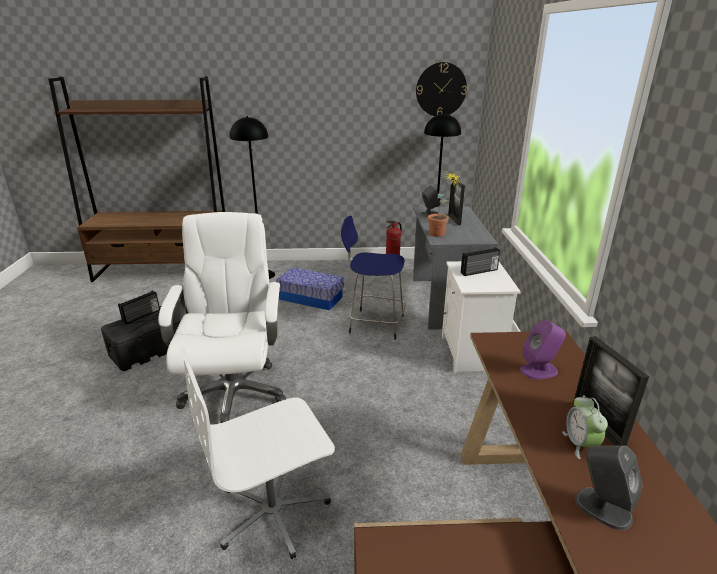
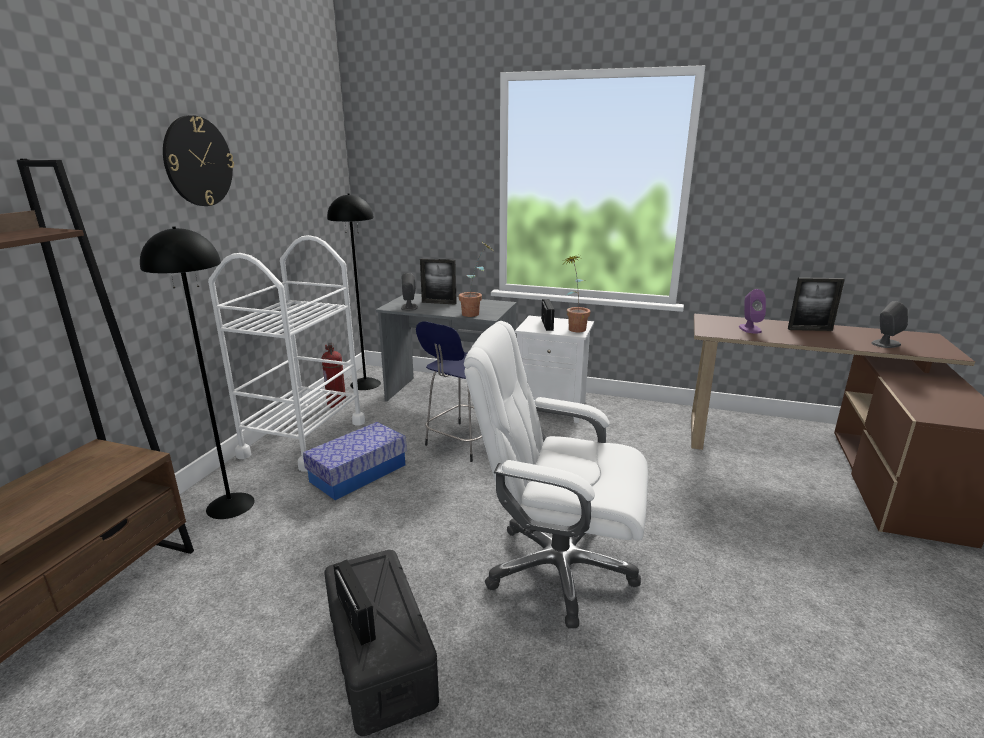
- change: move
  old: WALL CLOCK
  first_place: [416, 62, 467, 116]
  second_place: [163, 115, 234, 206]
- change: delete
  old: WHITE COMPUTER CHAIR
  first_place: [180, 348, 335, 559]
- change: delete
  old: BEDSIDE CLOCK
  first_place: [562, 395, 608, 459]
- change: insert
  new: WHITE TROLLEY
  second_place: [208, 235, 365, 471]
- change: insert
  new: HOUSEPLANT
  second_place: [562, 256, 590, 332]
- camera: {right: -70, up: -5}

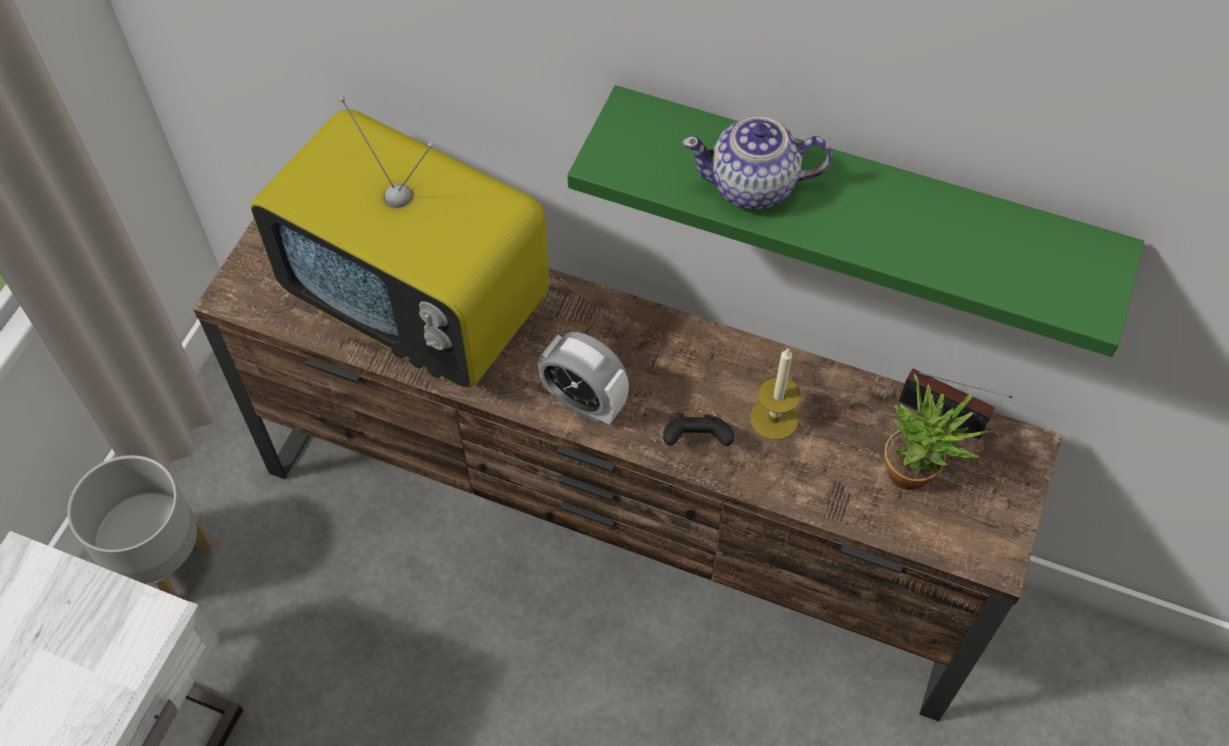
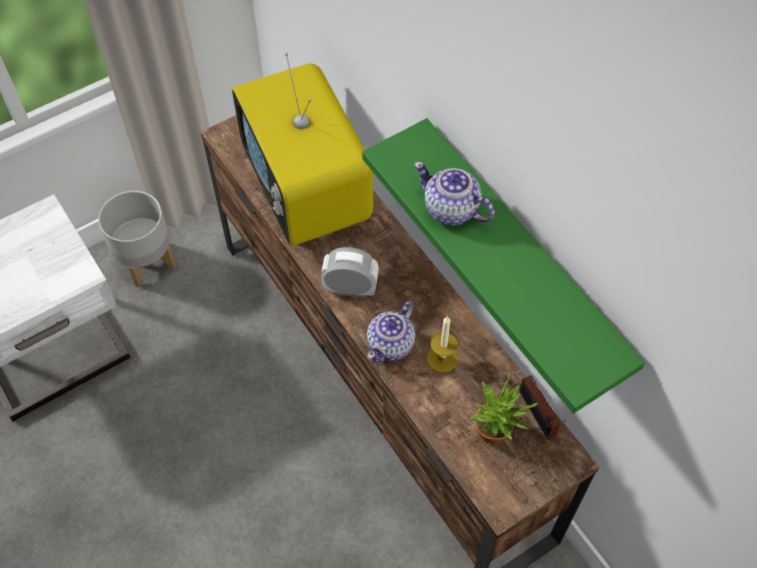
- change: rotate
  old: BEDSIDE CLOCK
  first_place: [538, 332, 629, 425]
  second_place: [321, 247, 379, 298]
  degrees: 120
- change: replace
  old: BLACK GAMEPAD
  new: TEAPOT
  first_place: [663, 413, 734, 446]
  second_place: [367, 301, 415, 362]
- camera: {right: 35, up: 0}

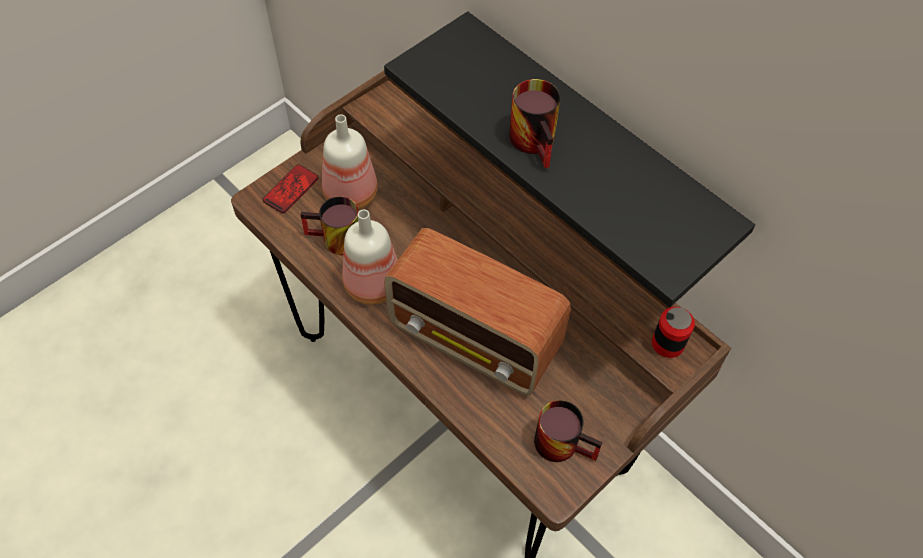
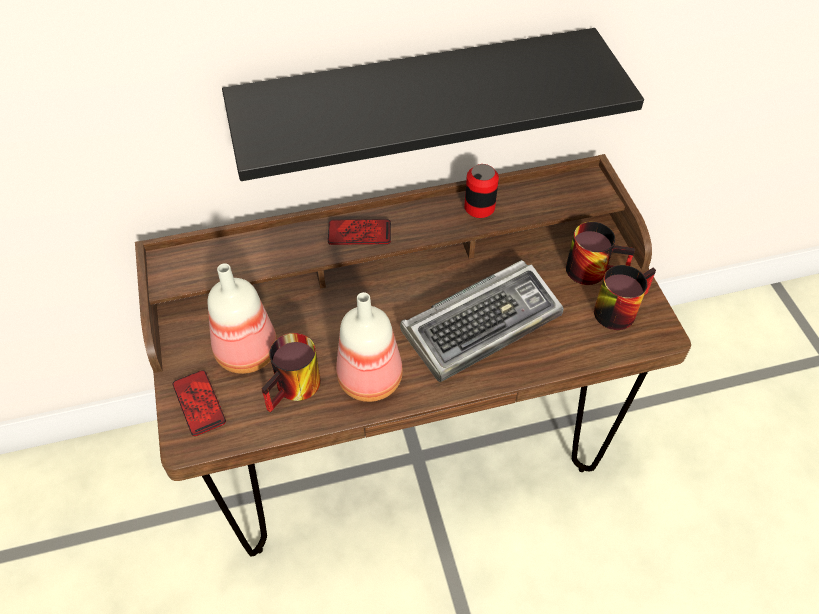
- change: move
  old: COFFEE MUG
  first_place: [509, 79, 561, 168]
  second_place: [566, 222, 635, 285]
- change: replace
  old: RADIO SET
  new: KEYBOARD
  first_place: [384, 228, 571, 395]
  second_place: [400, 260, 564, 382]
- change: move
  old: METAL CAN
  first_place: [652, 307, 695, 358]
  second_place: [464, 164, 499, 218]
- change: insert
  new: PHONE
  second_place: [328, 219, 391, 245]
- camera: {right: -60, up: -5}

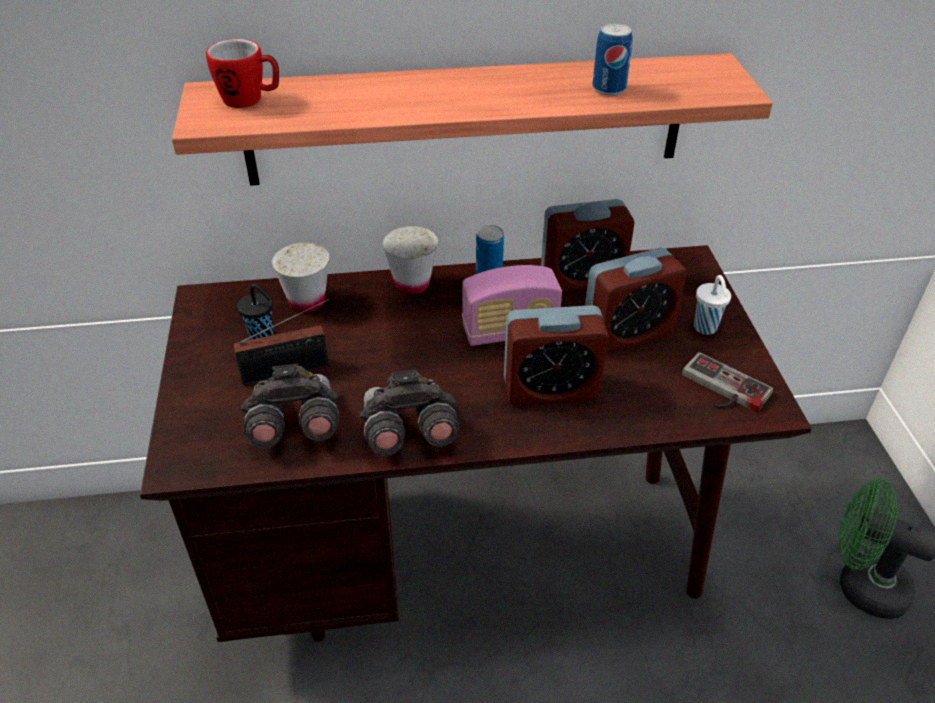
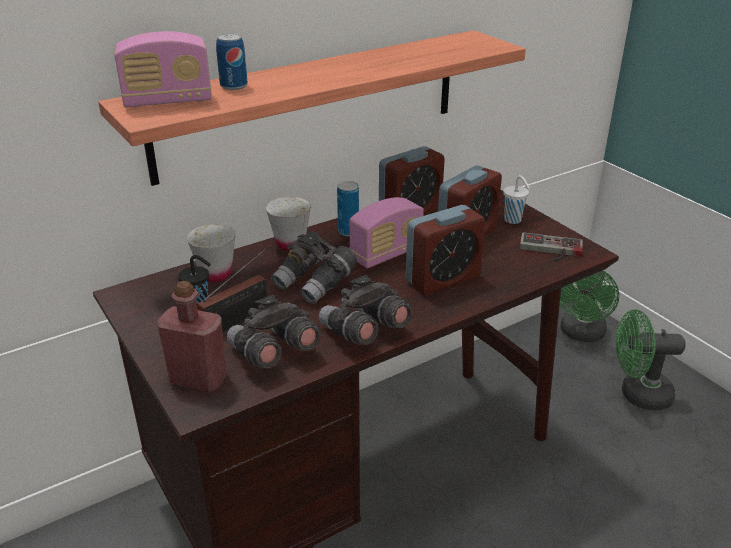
- change: move
  old: METAL CAN
  first_place: [592, 23, 633, 96]
  second_place: [216, 33, 248, 90]
- change: replace
  old: COFFEE MUG
  new: RADIO SET
  first_place: [206, 39, 279, 108]
  second_place: [115, 31, 212, 107]
- change: insert
  new: GREYISH PAIR OF BINOCULARS
  second_place: [271, 231, 357, 304]
- change: insert
  new: GREEN-COLOURED FAN
  second_place: [560, 270, 619, 342]
- change: insert
  new: REDDISH BEVERAGE BOTTLE
  second_place: [157, 281, 227, 392]
- camera: {right: -25, up: -10}

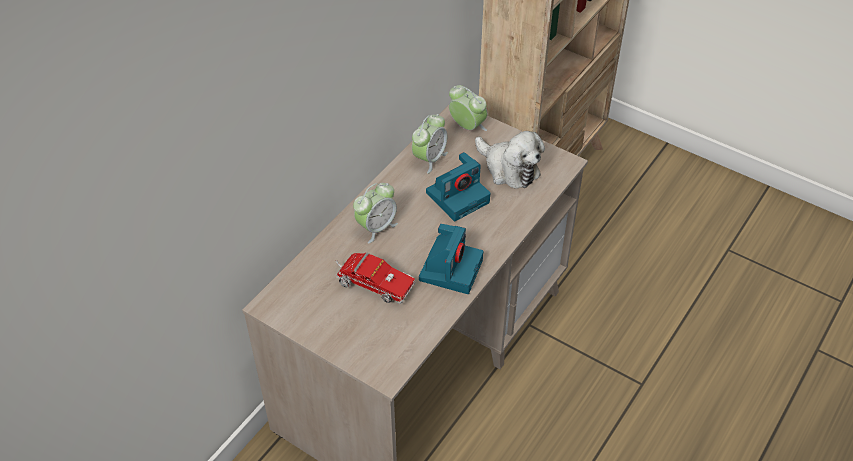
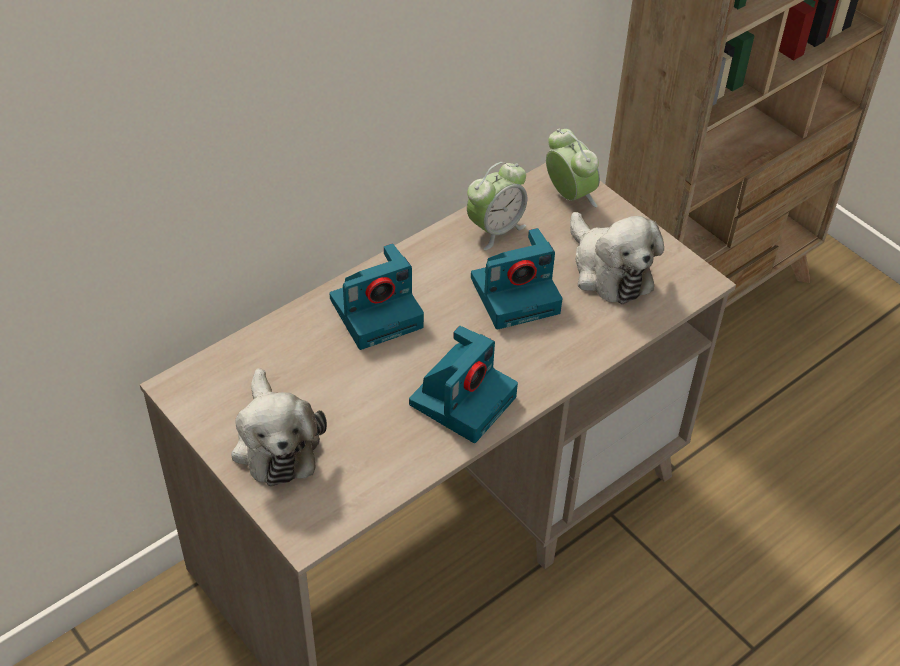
- change: replace
  old: BEDSIDE CLOCK
  new: PHOTO CAMERA
  first_place: [353, 183, 398, 243]
  second_place: [330, 244, 424, 350]
- change: delete
  old: MODEL TRUCK
  first_place: [335, 252, 415, 304]
- change: insert
  new: PLUSH TOY
  second_place: [231, 368, 327, 486]
- camera: {right: 15, up: 0}

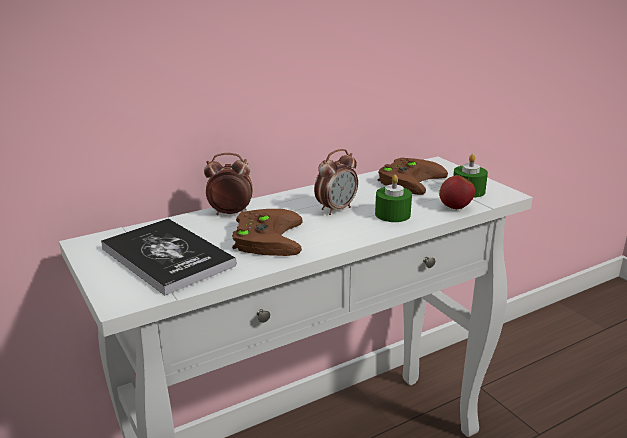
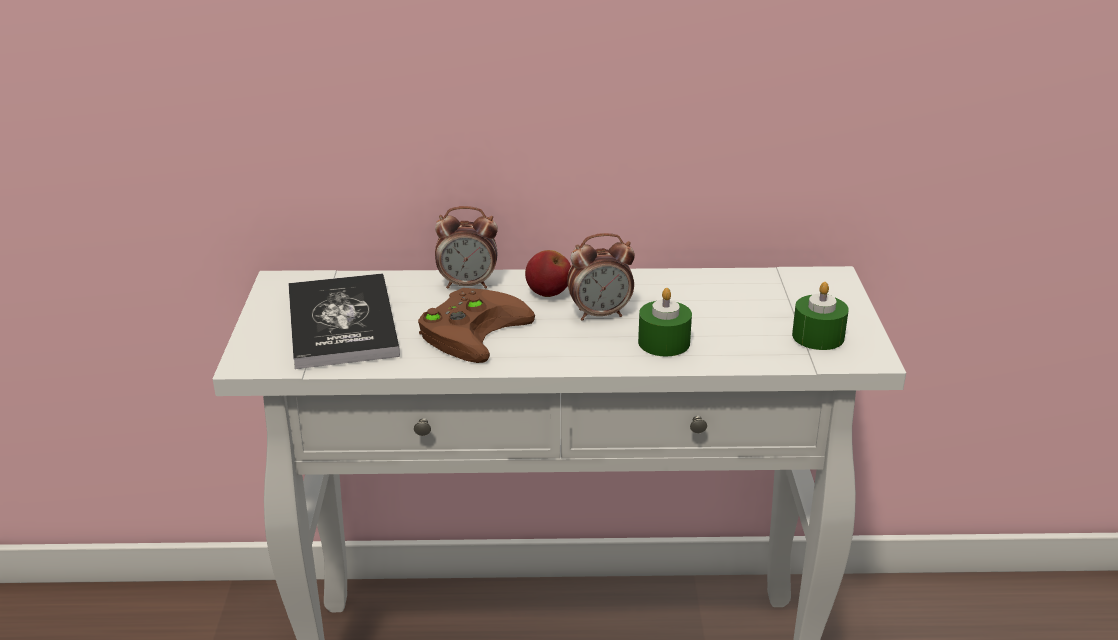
- change: rotate
  old: BEDSIDE CLOCK
  first_place: [204, 153, 253, 215]
  second_place: [435, 206, 498, 289]
  degrees: 150
- change: delete
  old: BROWNISH GAMEPAD
  first_place: [378, 158, 448, 195]
- change: move
  old: APPLE FRUIT
  first_place: [439, 175, 475, 209]
  second_place: [525, 250, 571, 297]
- camera: {right: 30, up: 5}

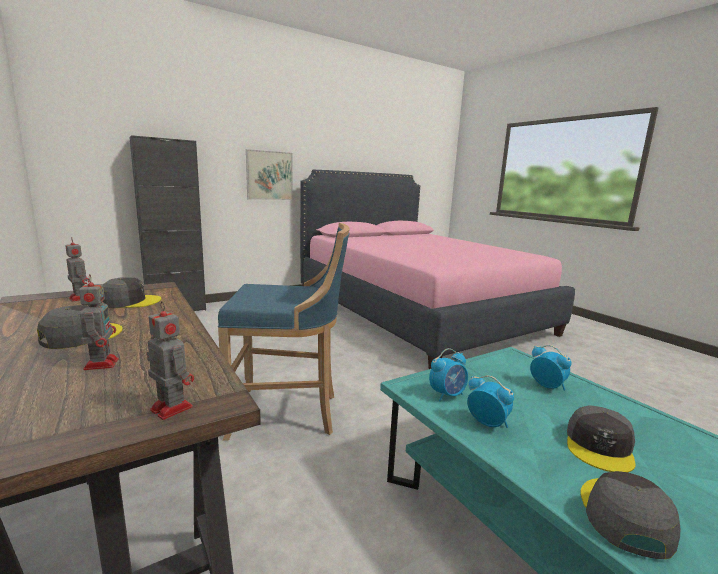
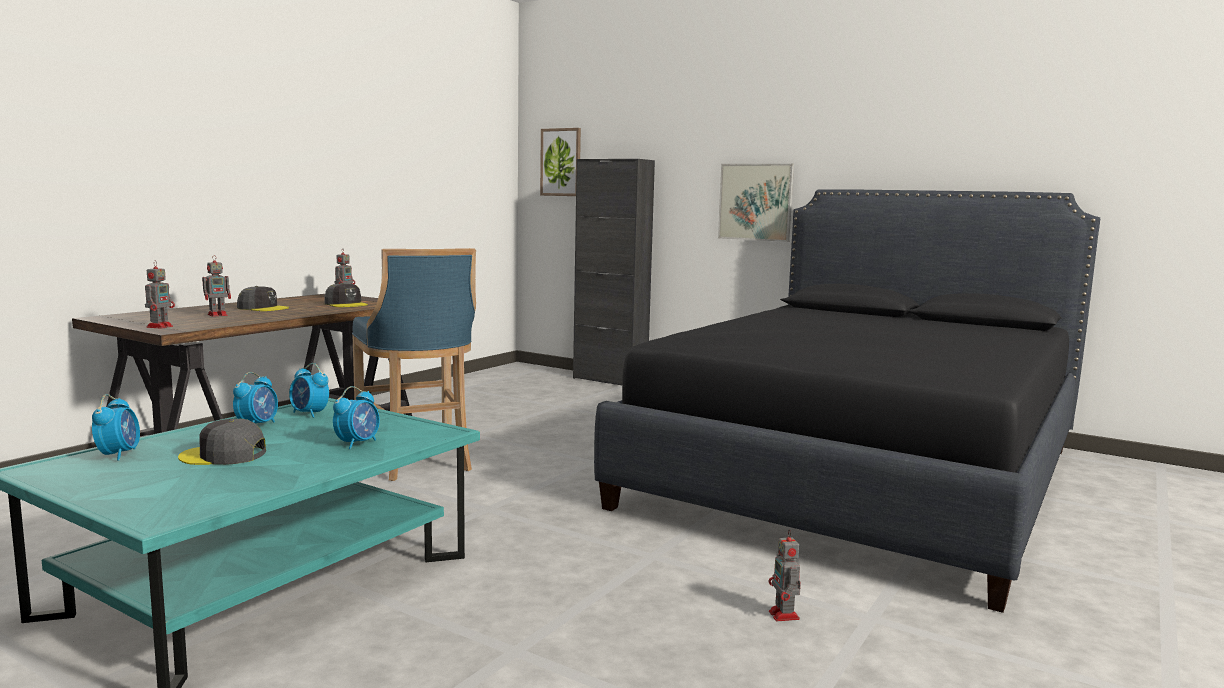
- change: recolor
  old: PINK-COLOURED SLEEPING BED
  new: BLACK SLEEPING BED
  first_place: [300, 170, 575, 369]
  second_place: [594, 190, 1100, 613]
- change: replace
  old: GREYISH CAP
  new: BEDSIDE CLOCK
  first_place: [580, 471, 681, 559]
  second_place: [92, 394, 140, 461]
- change: insert
  new: WALL ART
  second_place: [540, 128, 581, 196]
- change: insert
  new: ROBOT FIGURE
  second_place: [769, 531, 801, 621]
- camera: {right: 65, up: -5}

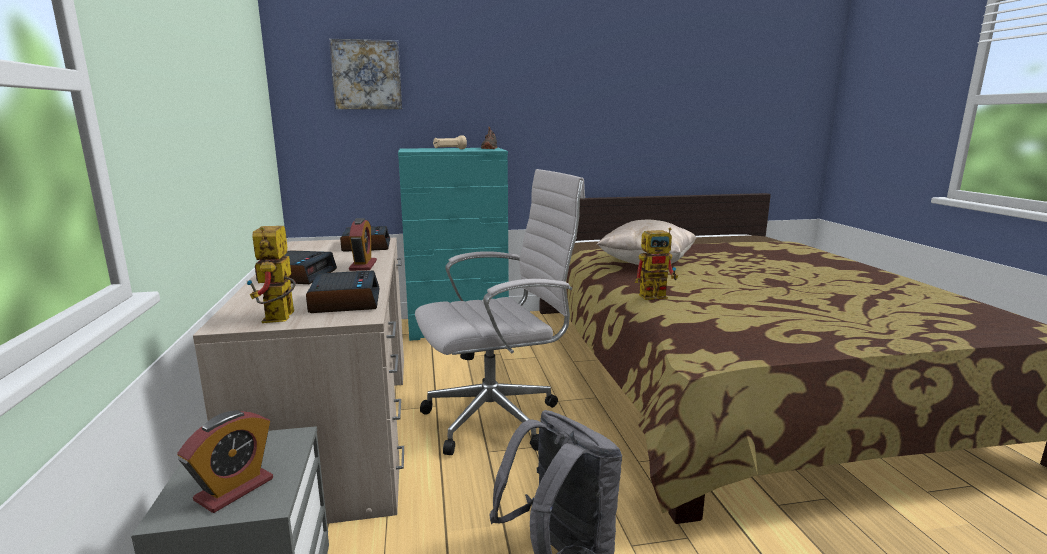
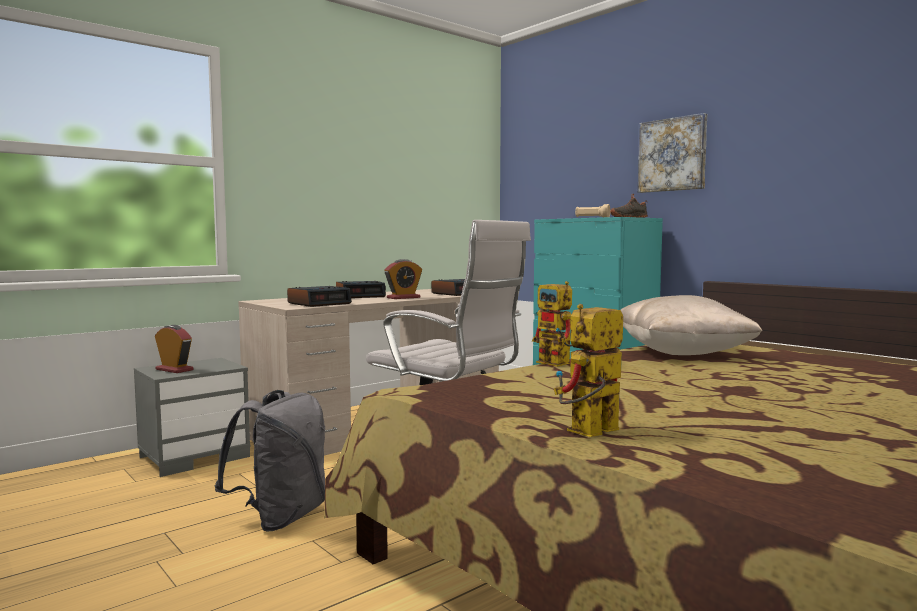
- change: move
  old: WALL ART
  first_place: [329, 39, 402, 109]
  second_place: [638, 113, 707, 193]
- change: move
  old: ROBOT FIGURE
  first_place: [246, 226, 296, 323]
  second_place: [554, 304, 623, 437]
- change: rotate
  old: BEDSIDE CLOCK
  first_place: [177, 410, 273, 513]
  second_place: [155, 325, 194, 373]
  degrees: -150
- camera: {right: 60, up: -10}

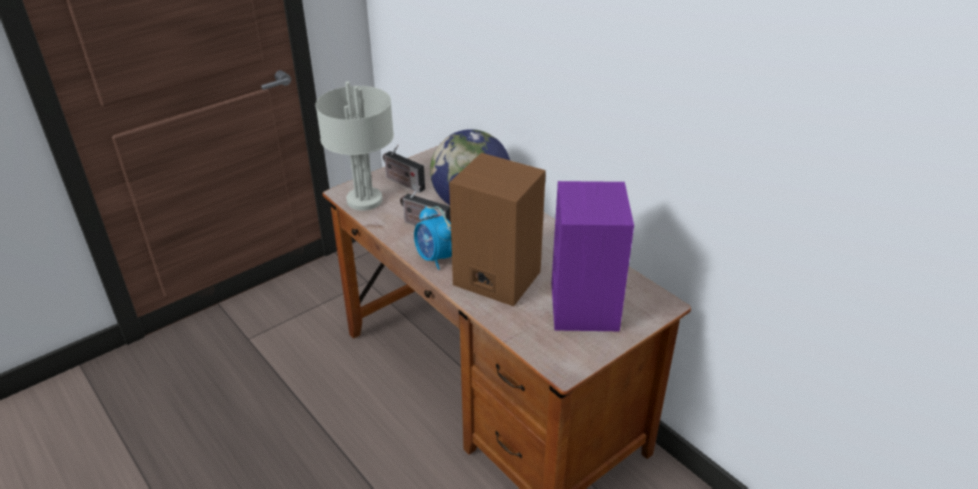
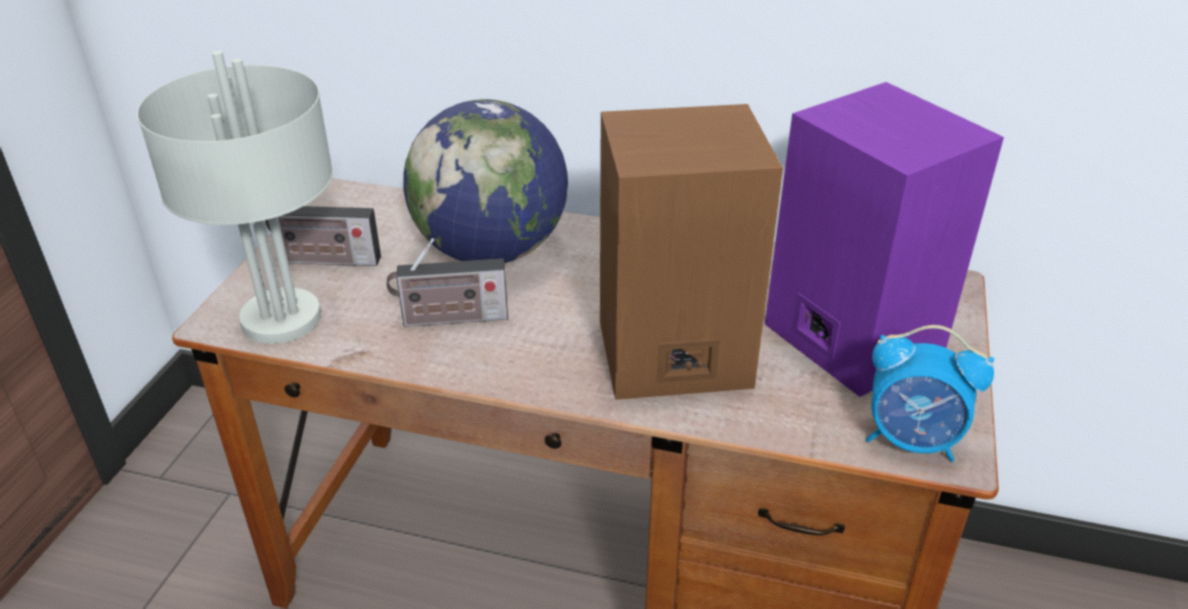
- change: move
  old: BEDSIDE CLOCK
  first_place: [414, 206, 452, 270]
  second_place: [866, 325, 994, 462]
- camera: {right: -35, up: 0}

